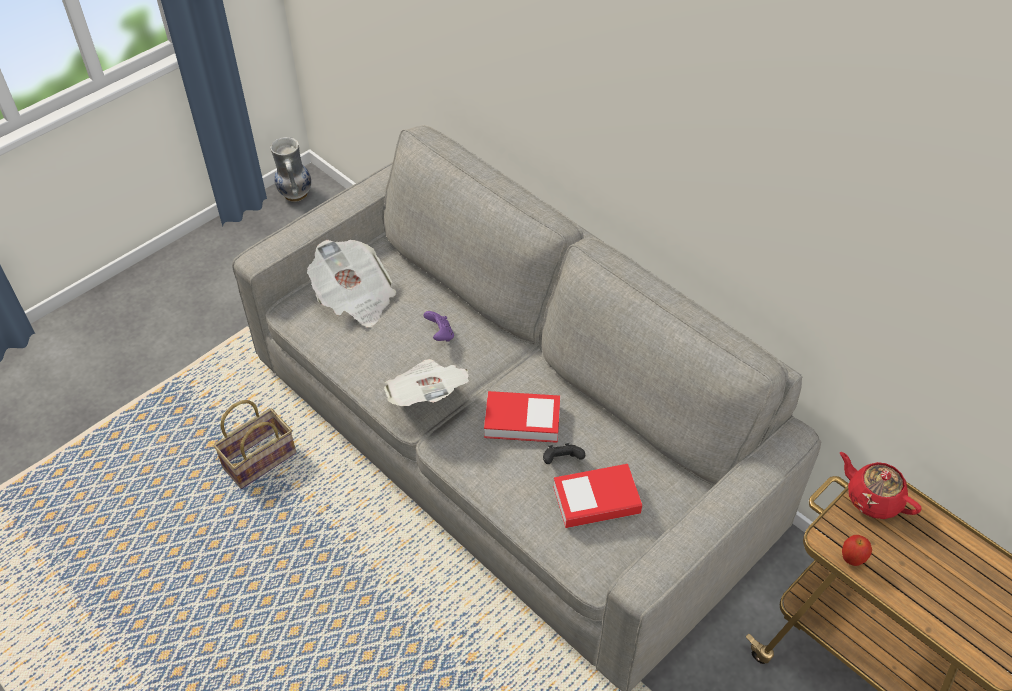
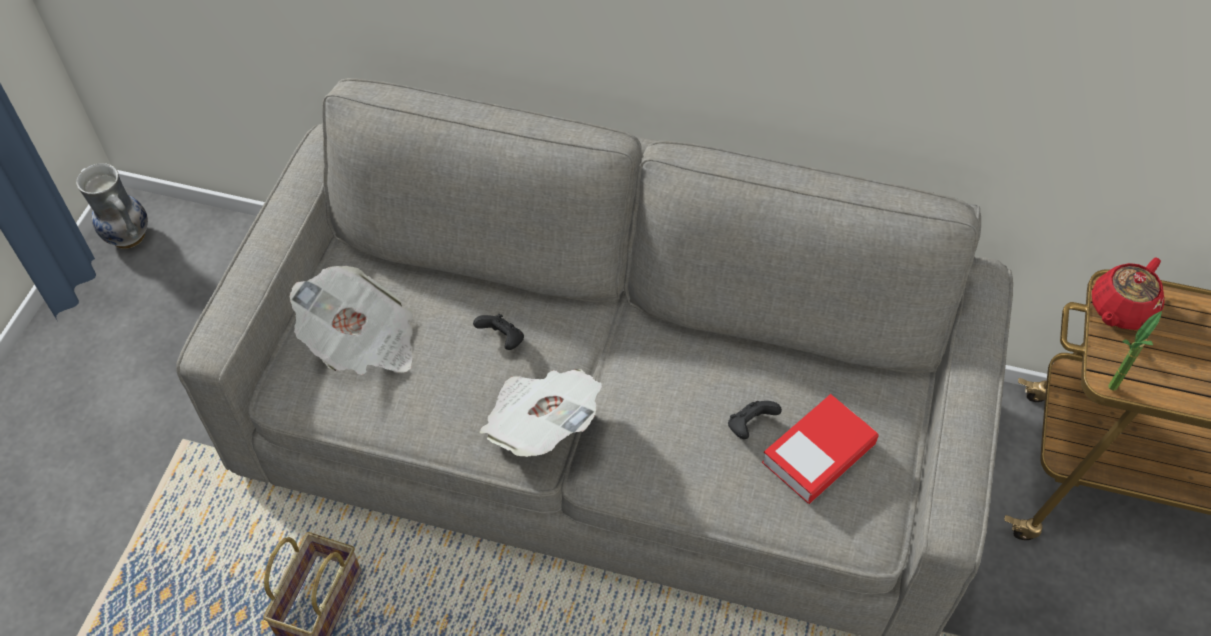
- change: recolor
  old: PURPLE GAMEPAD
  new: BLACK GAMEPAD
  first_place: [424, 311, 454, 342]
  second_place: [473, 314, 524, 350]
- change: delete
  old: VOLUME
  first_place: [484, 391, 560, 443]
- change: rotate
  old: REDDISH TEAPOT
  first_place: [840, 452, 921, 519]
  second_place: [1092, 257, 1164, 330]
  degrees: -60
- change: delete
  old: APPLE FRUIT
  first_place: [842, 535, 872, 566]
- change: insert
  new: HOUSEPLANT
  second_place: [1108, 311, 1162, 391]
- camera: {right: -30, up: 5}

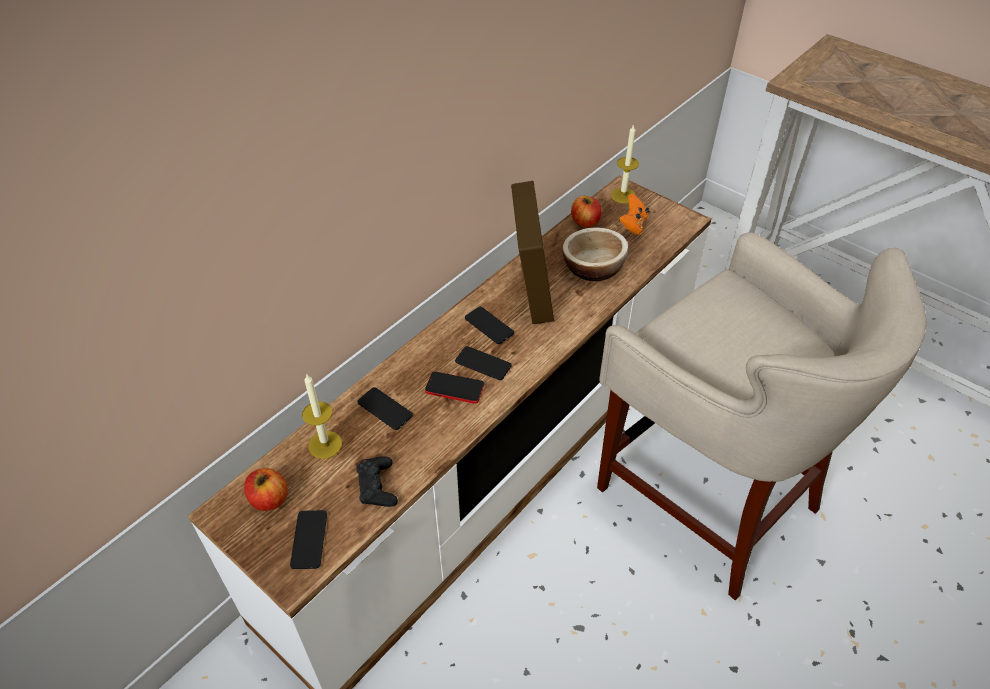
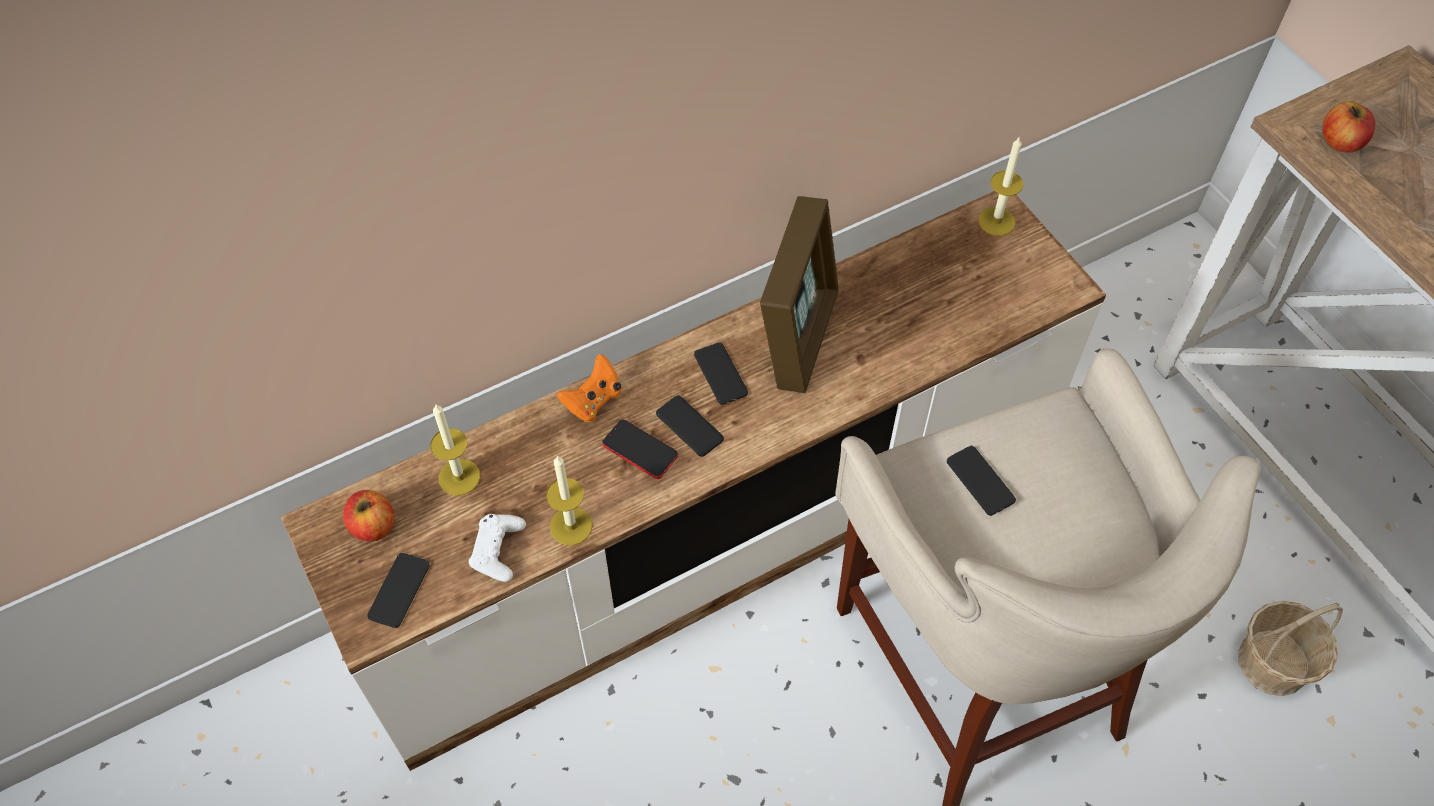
- change: move
  old: ORANGE-COLOURED GAMEPAD
  first_place: [619, 194, 650, 235]
  second_place: [557, 355, 621, 422]
- change: move
  old: APPLE FRUIT
  first_place: [571, 196, 602, 227]
  second_place: [1322, 101, 1375, 152]
- change: delete
  old: SERVING BOWL
  first_place: [562, 227, 628, 281]
- change: move
  old: PHONE
  first_place: [357, 387, 413, 430]
  second_place: [947, 446, 1016, 516]
- change: recolor
  old: BLACK GAMEPAD
  new: WHITE GAMEPAD
  first_place: [356, 456, 398, 507]
  second_place: [469, 514, 526, 582]
- change: insert
  new: WAX CANDLE
  second_place: [546, 455, 593, 545]
- change: insert
  new: HOUSEHOLD BASKET
  second_place: [1238, 601, 1343, 696]
- camera: {right: 20, up: 10}

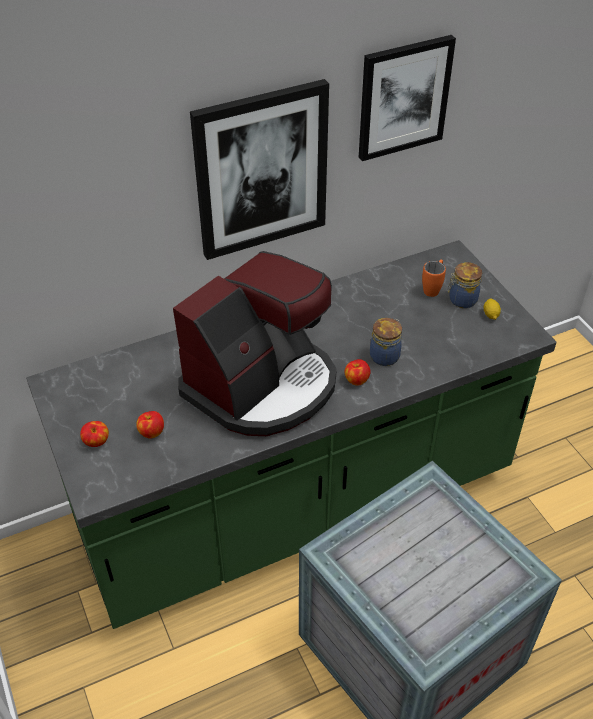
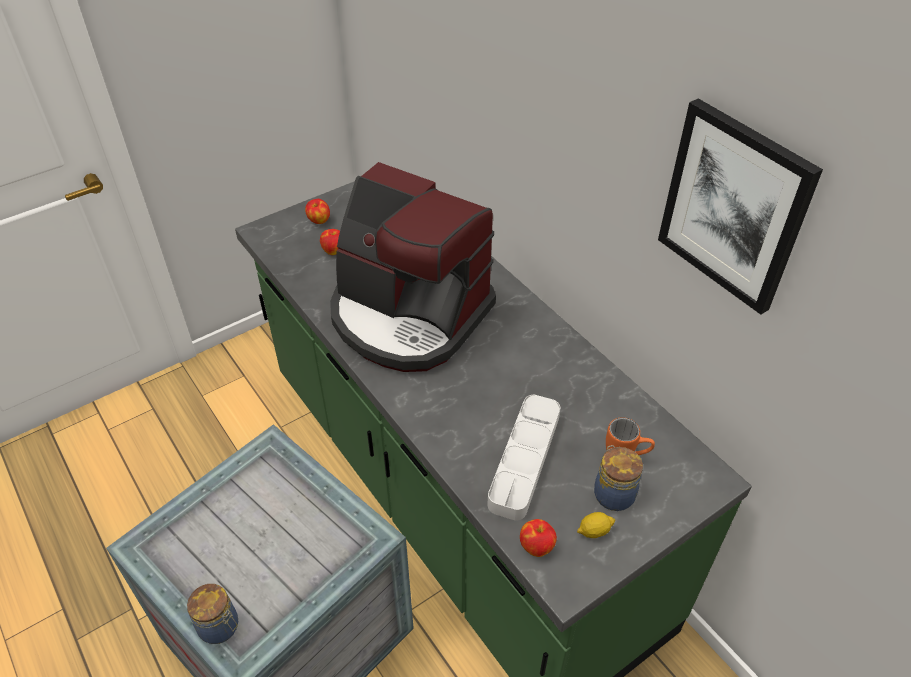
- change: delete
  old: WALL ART
  first_place: [190, 79, 329, 260]
- change: move
  old: STORAGE JAR
  first_place: [370, 318, 402, 366]
  second_place: [187, 584, 238, 644]
- change: move
  old: APPLE FRUIT
  first_place: [345, 359, 370, 386]
  second_place: [520, 519, 557, 557]
- change: insert
  new: GREYISH SERVING TRAY
  second_place: [487, 395, 560, 521]
- camera: {right: 80, up: 0}

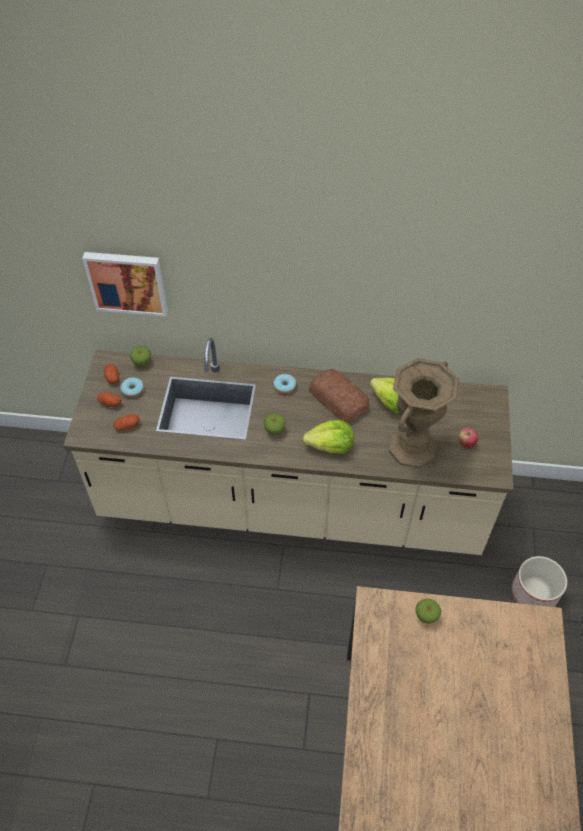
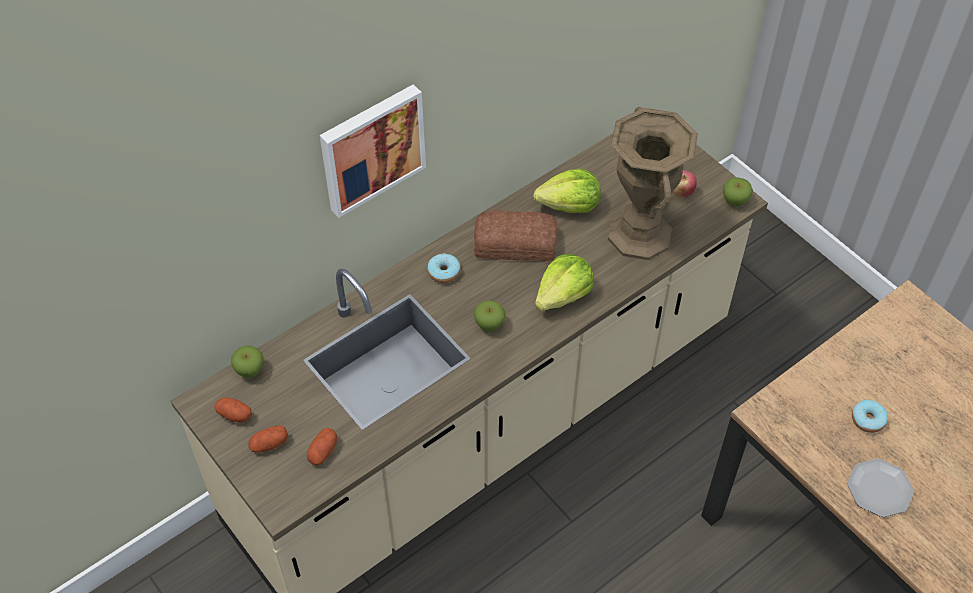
- change: move
  old: WALL ART
  first_place: [82, 252, 168, 317]
  second_place: [320, 84, 426, 218]
- change: move
  old: DOUGHNUT
  first_place: [120, 377, 144, 398]
  second_place: [852, 400, 888, 433]
- change: delete
  old: PLANT POT
  first_place: [512, 556, 567, 607]
- change: move
  old: APPLE FRUIT
  first_place: [415, 599, 441, 624]
  second_place: [723, 178, 753, 206]
- change: insert
  new: DINNER PLATE
  second_place: [847, 459, 914, 517]
- camera: {right: -45, up: 0}

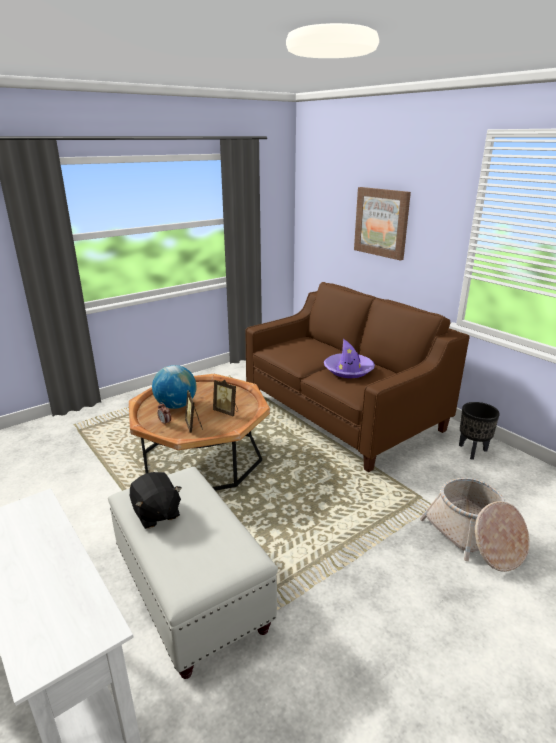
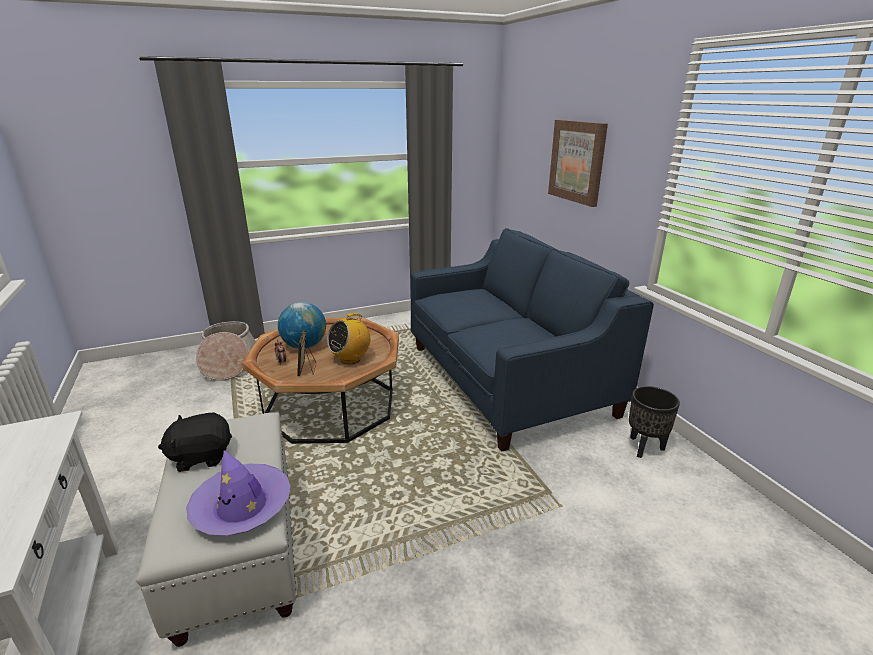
- change: recolor
  old: BROWNISH SOFA
  new: BLUISH SOFA
  first_place: [245, 282, 469, 472]
  second_place: [411, 228, 654, 452]
- change: move
  old: PURPLE HAT
  first_place: [324, 338, 375, 378]
  second_place: [186, 450, 291, 535]
- change: replace
  old: PICTURE FRAME
  new: RADIO SET
  first_place: [213, 380, 238, 416]
  second_place: [327, 313, 370, 364]
- change: rotate
  old: BLACK PLUSH TOY
  first_place: [129, 472, 182, 529]
  second_place: [158, 412, 232, 472]
  degrees: 90
- change: move
  old: HOUSEHOLD BASKET
  first_place: [420, 478, 529, 572]
  second_place: [196, 321, 256, 381]
- camera: {right: 15, up: 0}

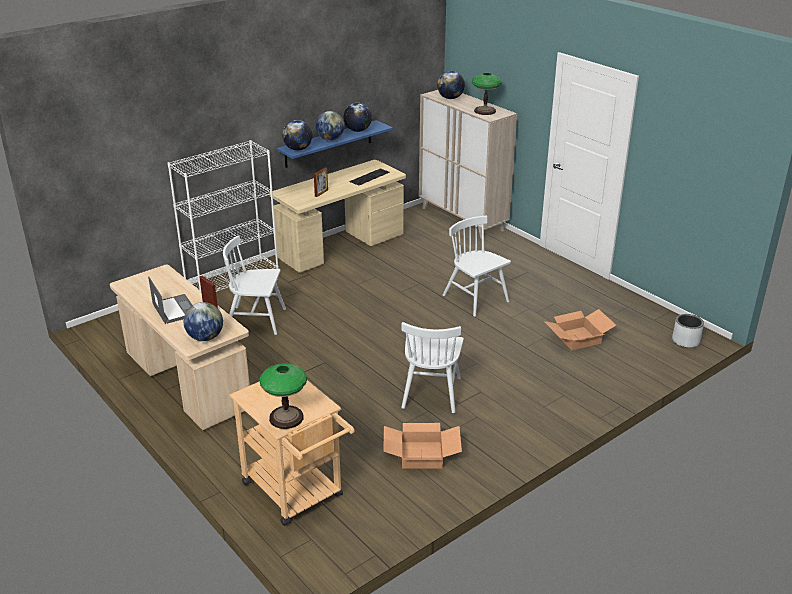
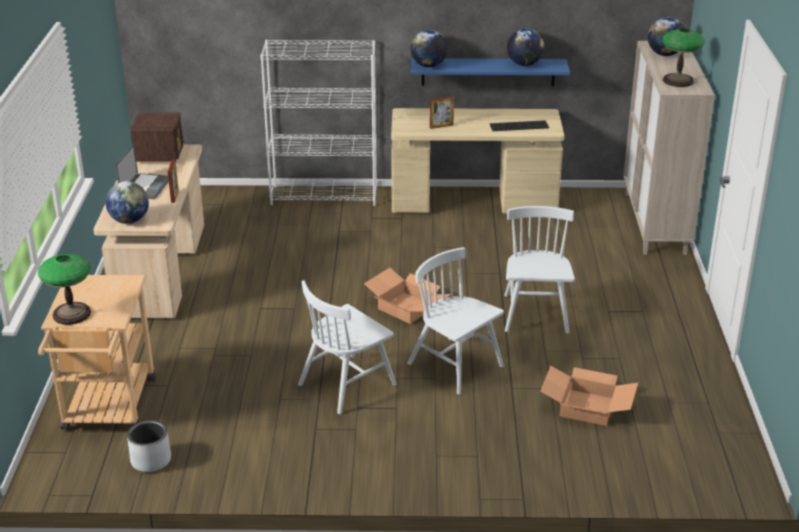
- change: delete
  old: DESK GLOBE
  first_place: [316, 111, 344, 141]
- change: move
  old: WHITE UPRIGHT CHAIR
  first_place: [223, 235, 286, 335]
  second_place: [407, 247, 504, 395]
- change: move
  old: GREYISH PLANT POT
  first_place: [672, 314, 704, 348]
  second_place: [127, 420, 171, 472]
- change: move
  old: CARDBOARD BOX
  first_place: [383, 423, 462, 469]
  second_place: [364, 268, 450, 324]
- change: insert
  new: RADIO SET
  second_place: [130, 112, 184, 162]
- camera: {right: 40, up: 0}

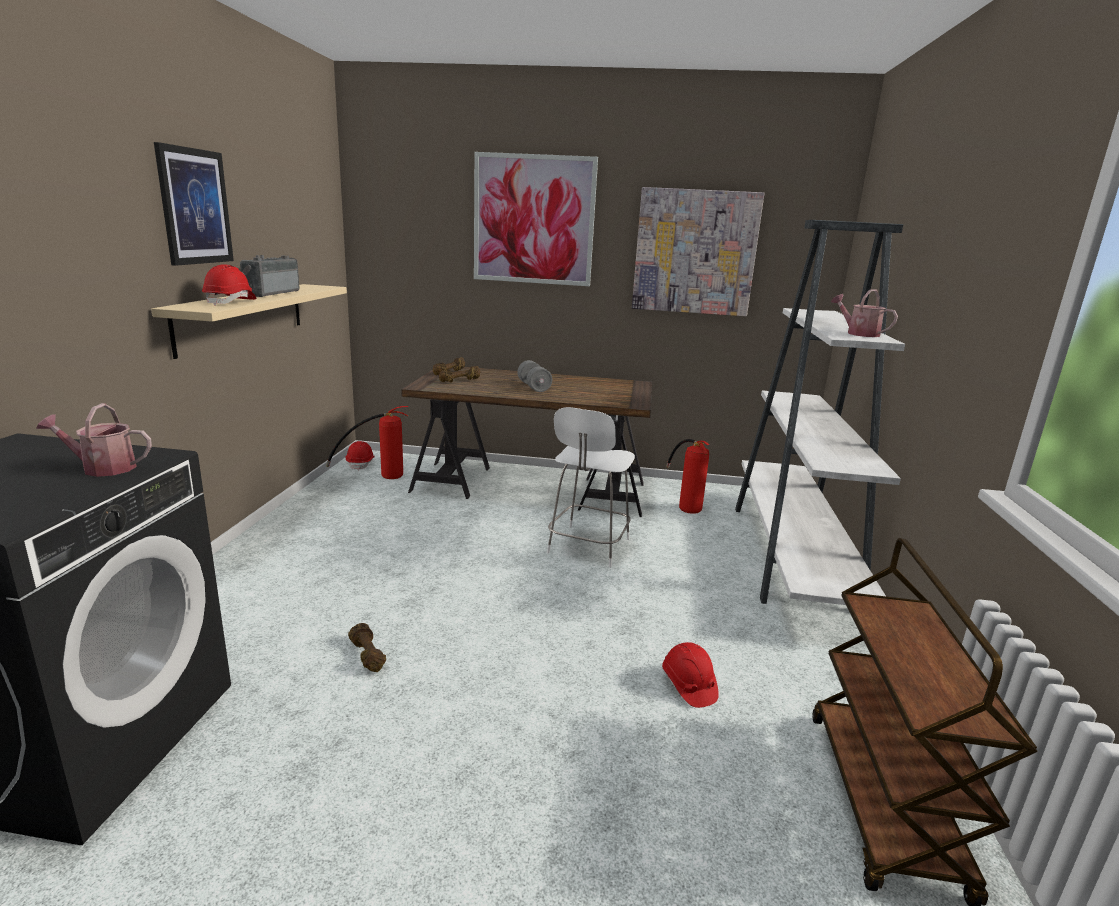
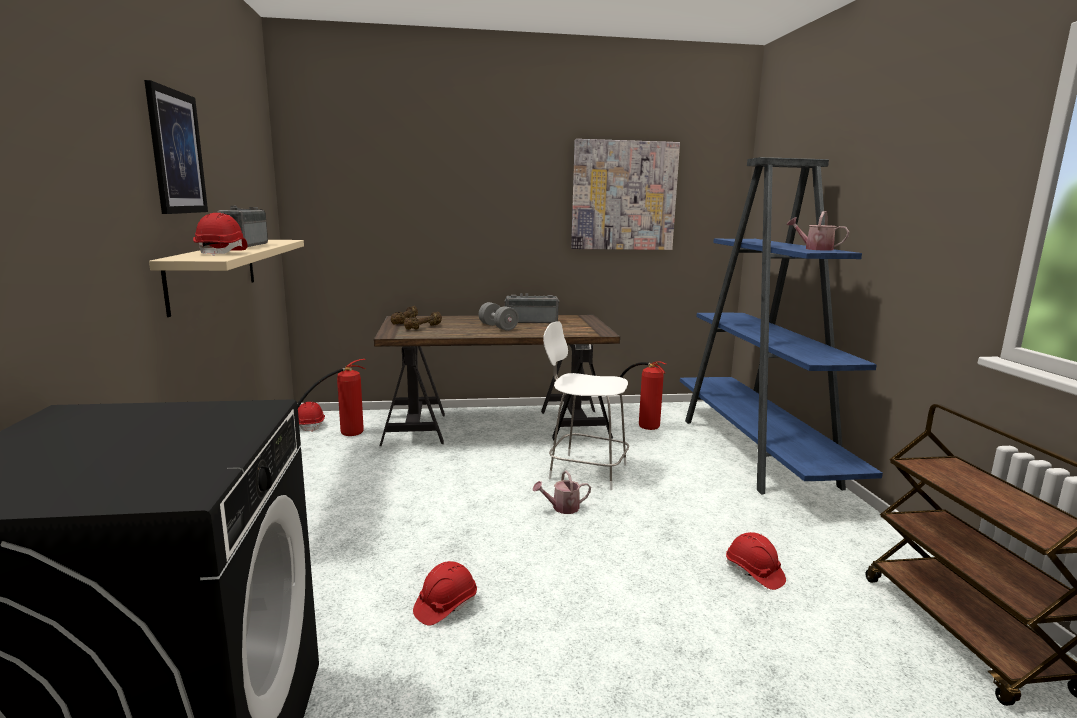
- change: delete
  old: WALL ART
  first_place: [474, 152, 598, 286]
- change: recolor
  old: WHITE BOOKCASE
  new: BLUISH BOOKCASE
  first_place: [735, 220, 905, 605]
  second_place: [680, 157, 883, 494]
- change: move
  old: WATERING POT
  first_place: [36, 403, 152, 477]
  second_place: [533, 471, 591, 514]
- change: rotate
  old: WHITE UPRIGHT CHAIR
  first_place: [547, 407, 635, 568]
  second_place: [543, 321, 629, 490]
  degrees: 105
- change: replace
  old: BROWNISH FREE WEIGHT
  new: REDDISH WORK HELMET
  first_place: [348, 623, 386, 672]
  second_place: [413, 561, 477, 625]
- change: insert
  new: RADIO SET
  second_place: [505, 293, 559, 323]
- camera: {right: -15, up: -5}

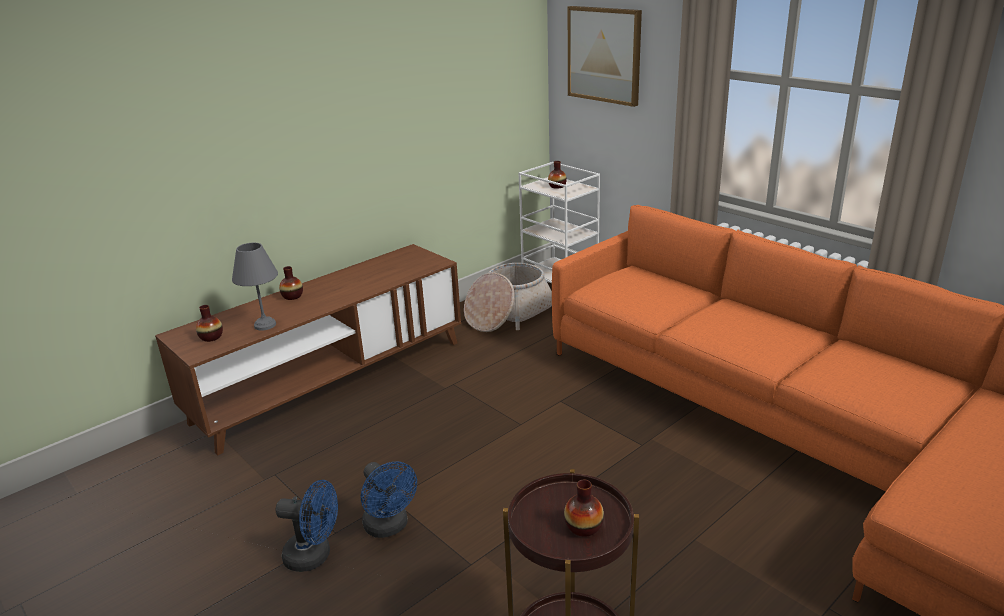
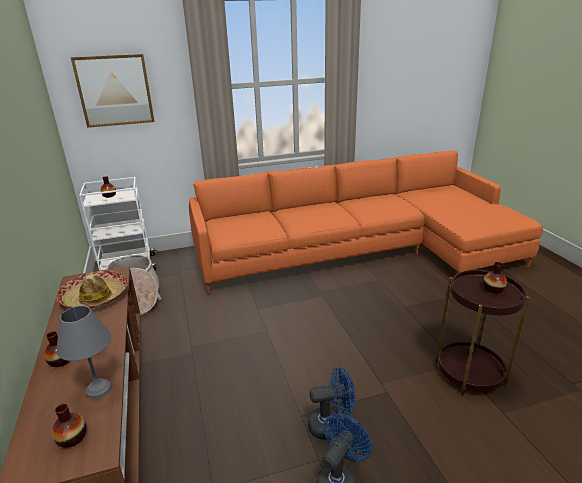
- change: insert
  new: HAT
  second_place: [56, 271, 128, 309]
- camera: {right: -65, up: 0}

